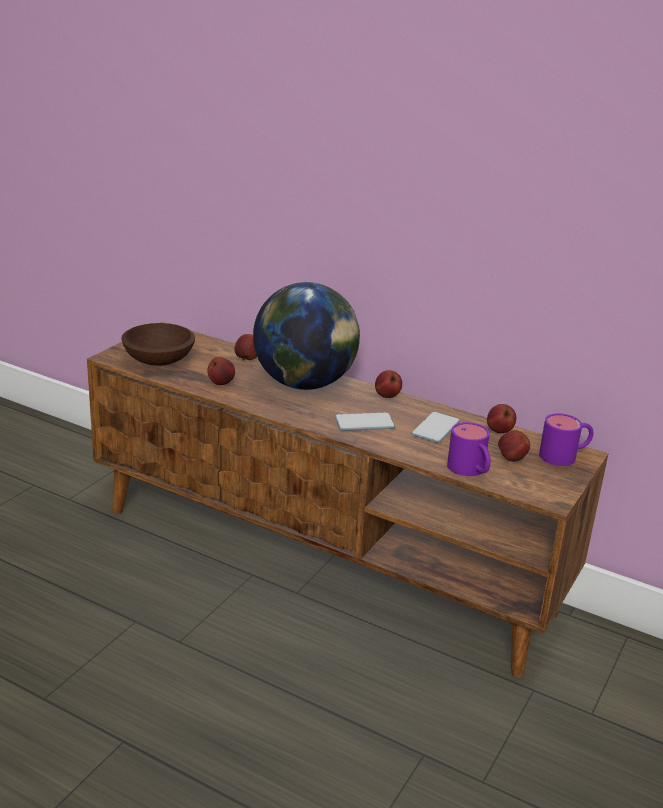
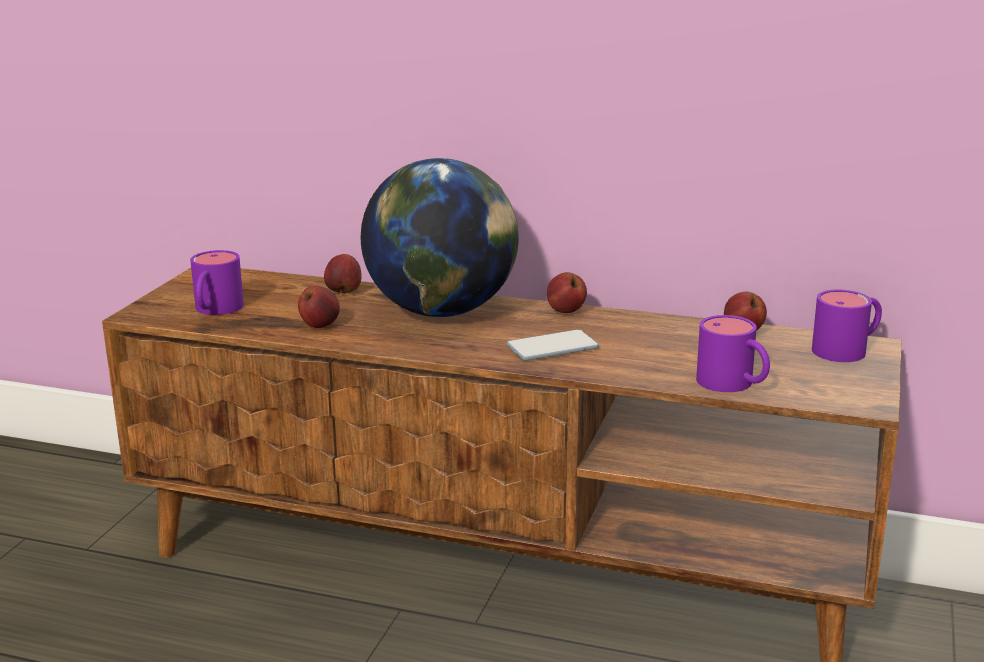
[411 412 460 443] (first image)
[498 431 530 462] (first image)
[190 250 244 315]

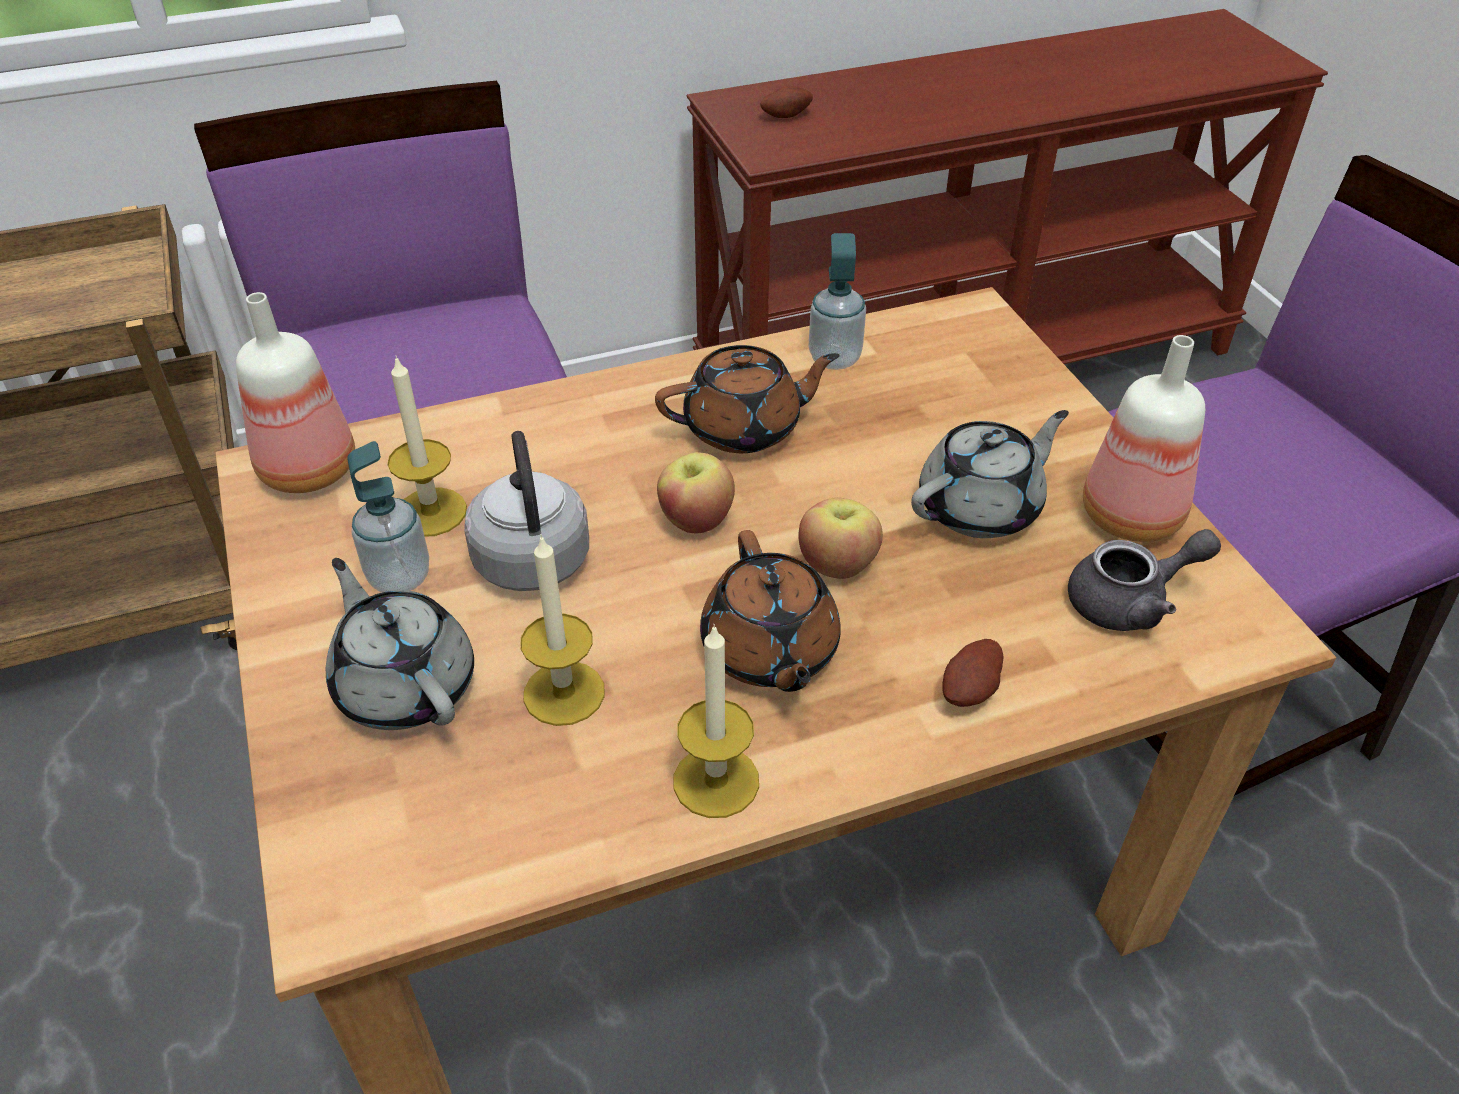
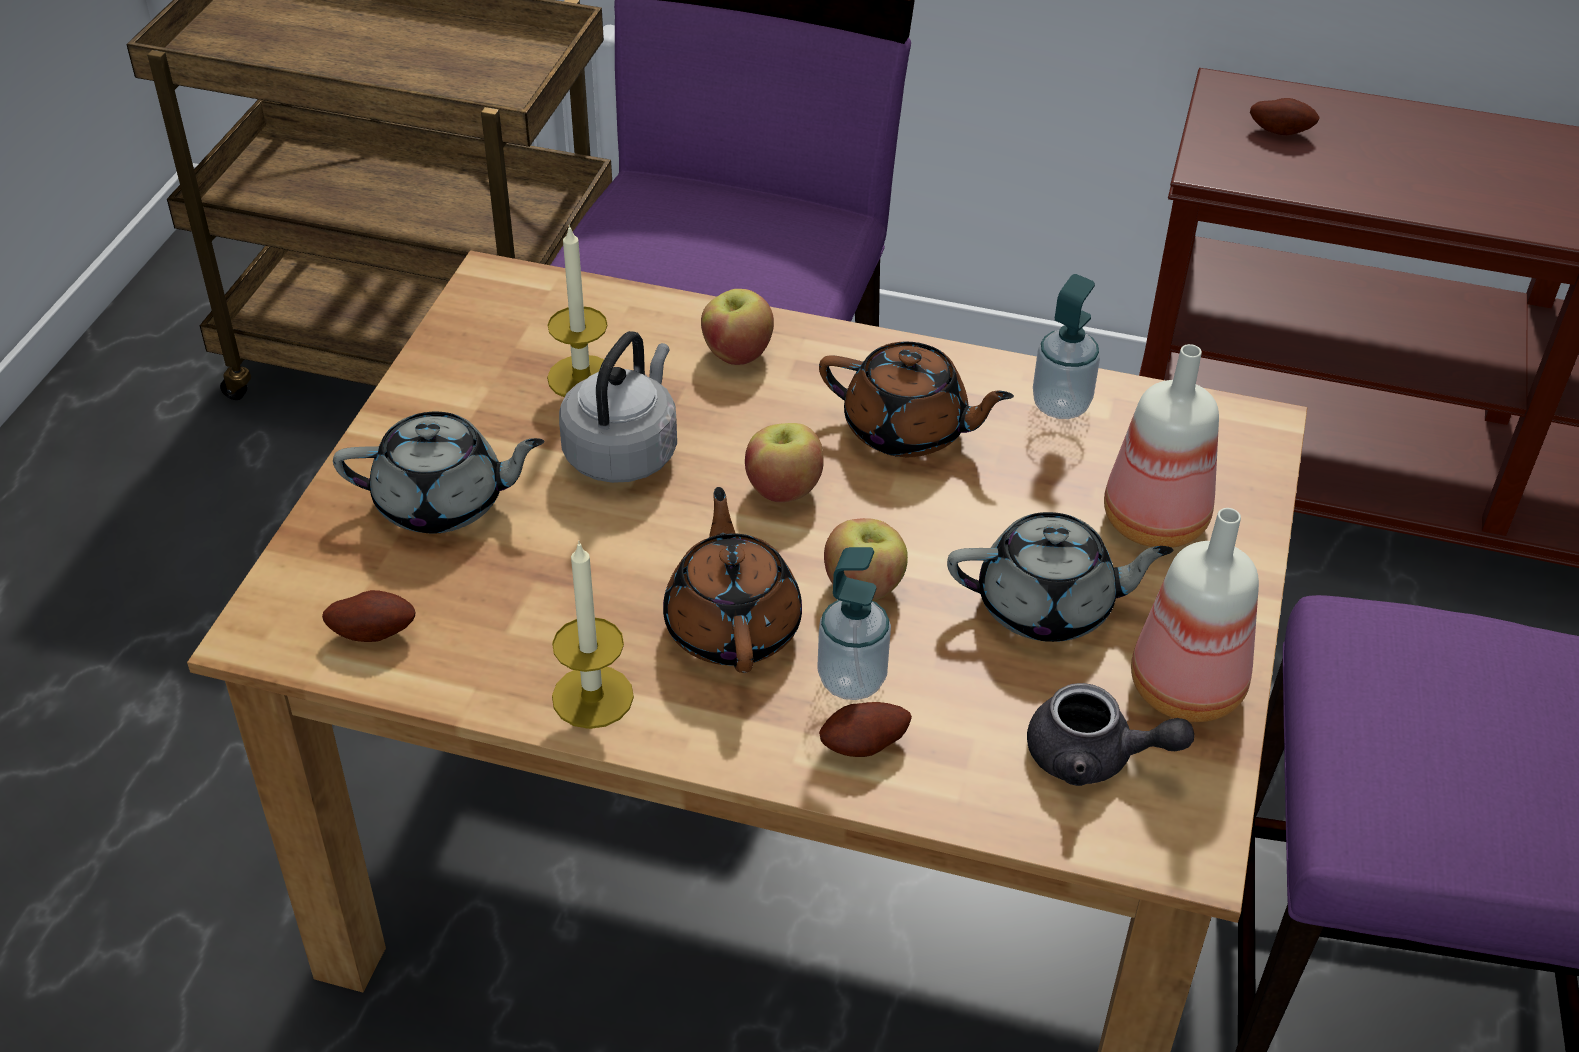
[520 535 605 726] (first image)
[322 590 415 642]
[701 289 774 365]
[1104 344 1219 548]
[817 547 891 700]
[333 412 544 534]
[663 487 802 673]

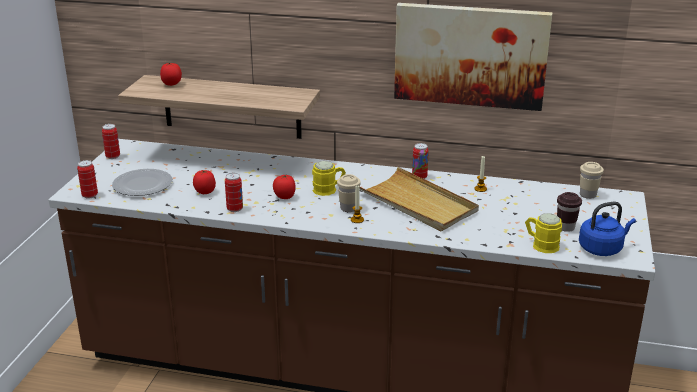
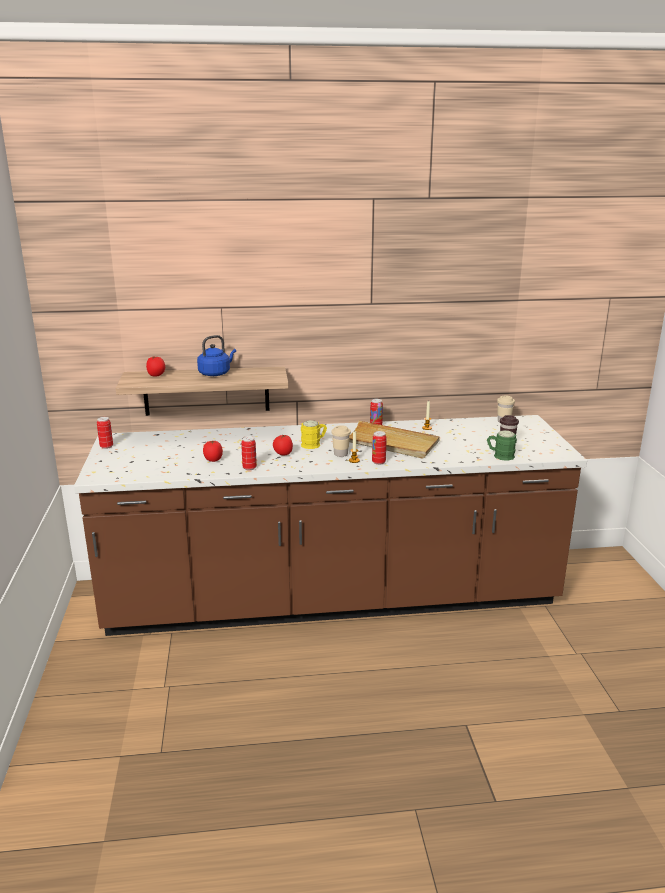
[112 169 172 196] (first image)
[394 3 552 111] (first image)
[372 431 387 465]
[197 335 236 376]
[487 430 517 461]

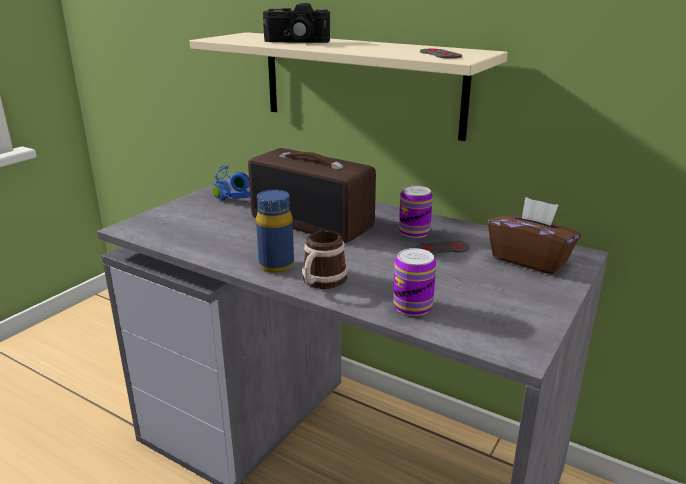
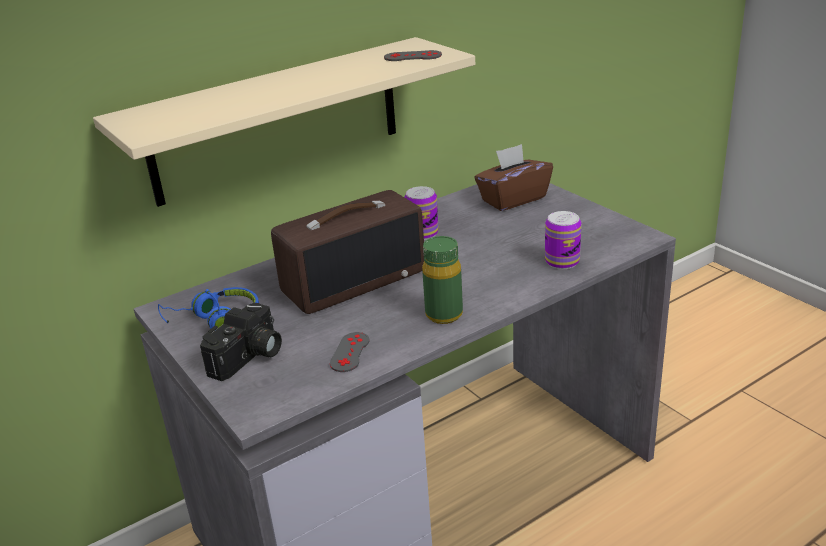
[302 231 348 289] (first image)
[200 303 282 381]
[330 332 370 372]
[422 236 463 324]

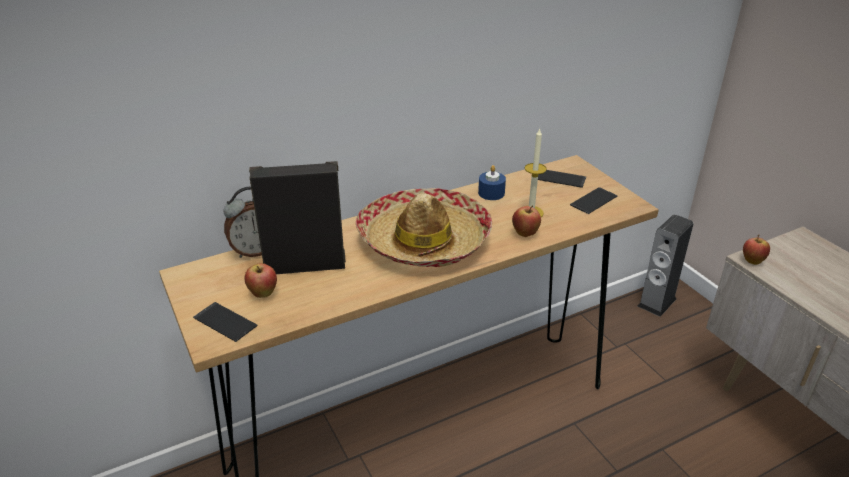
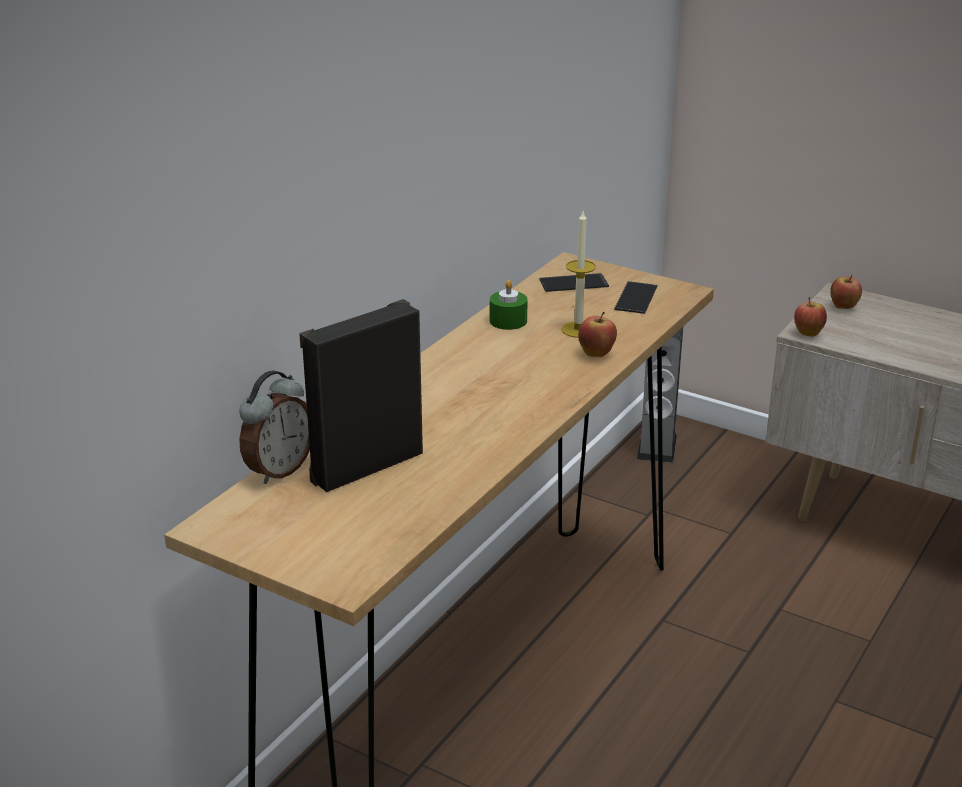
[193 302 258 342] (first image)
[356 188 492 267] (first image)
[830 275 862 309]
[490 280 528 330]

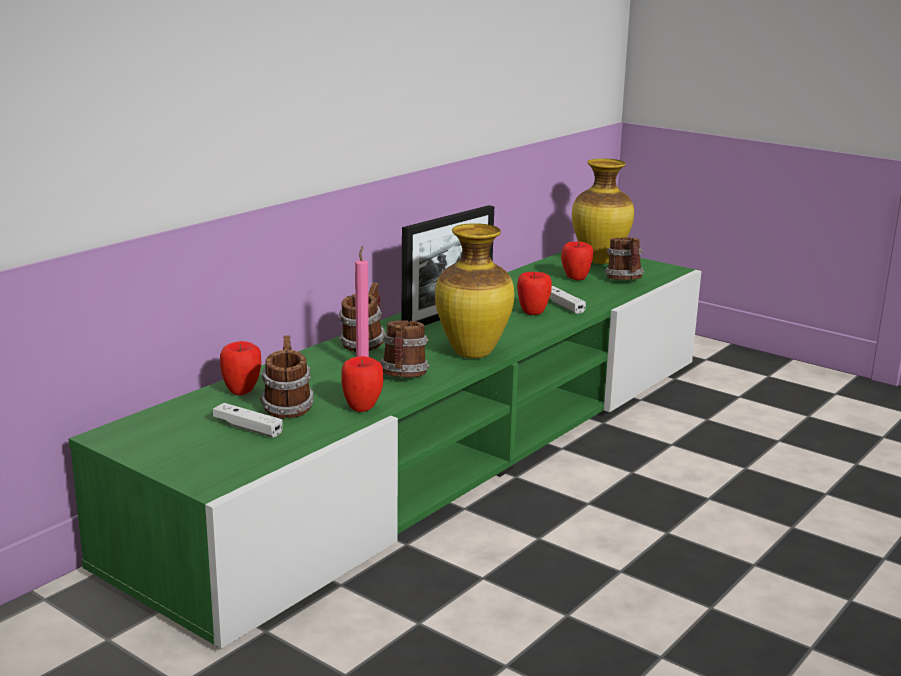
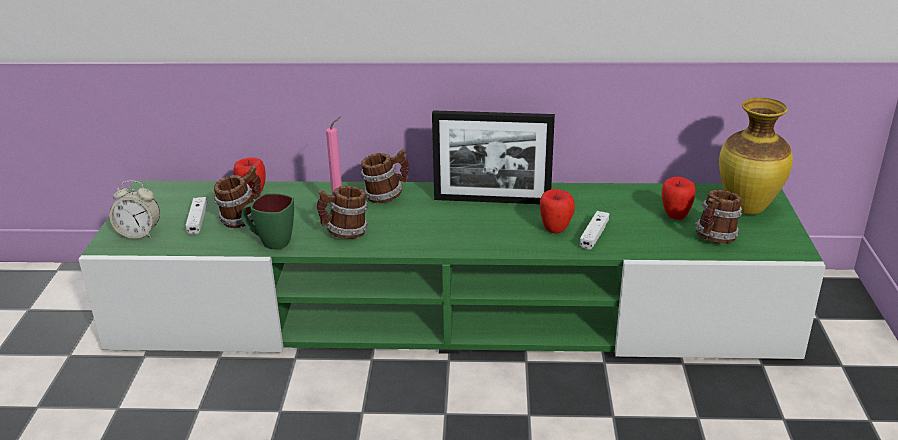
[435 223 514 358] (first image)
[109 180 160 239]
[241 193 294 249]

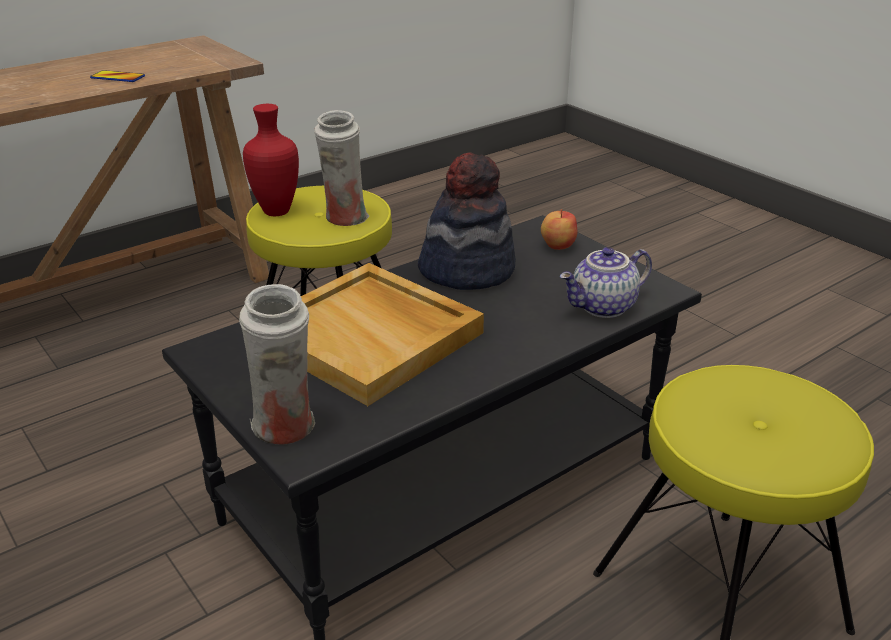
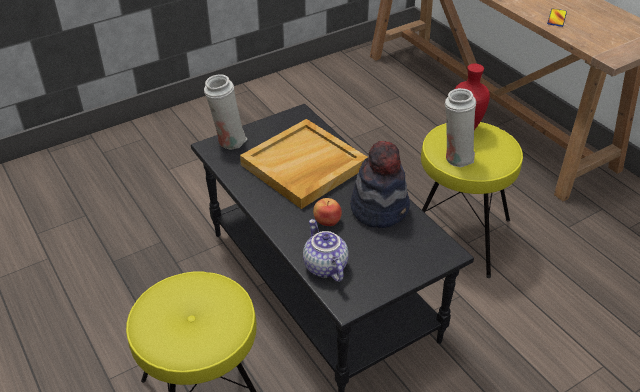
[313 198 342 226]

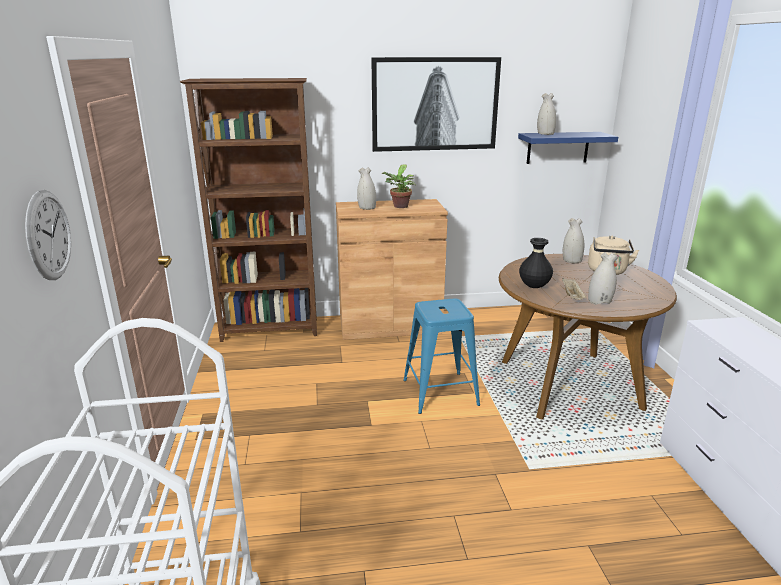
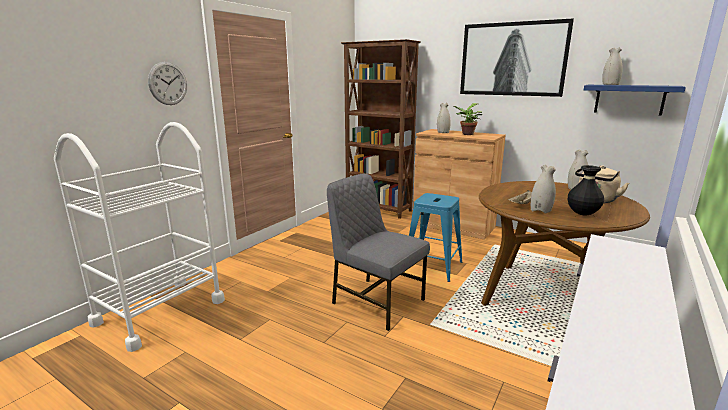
[327 174 430 331]
[568 165 604 216]

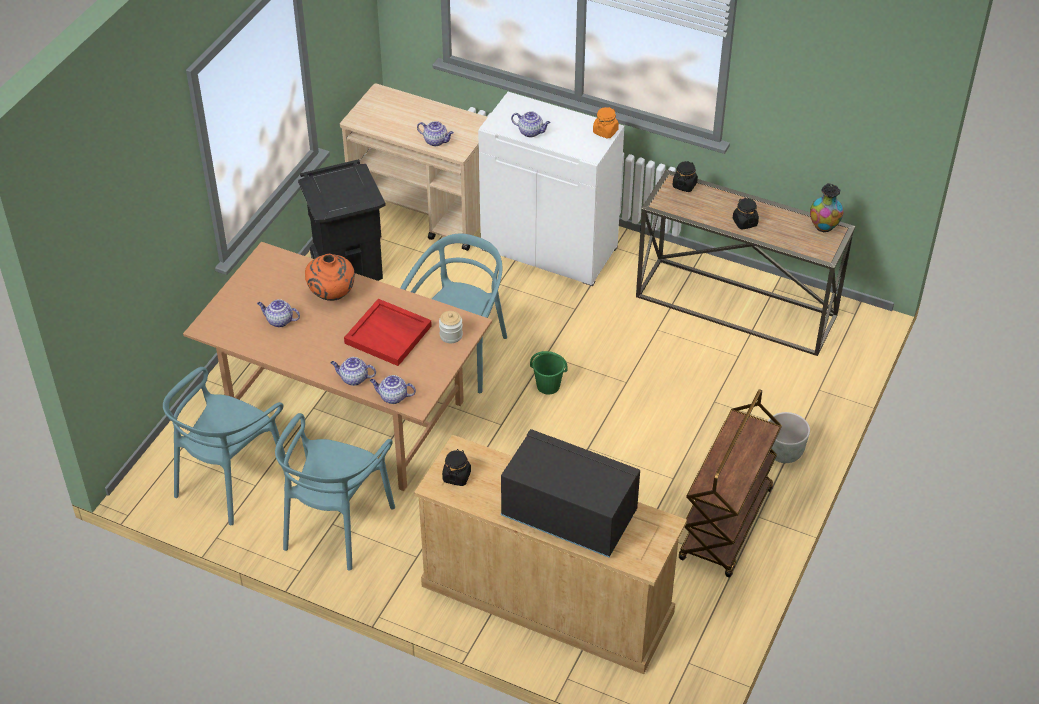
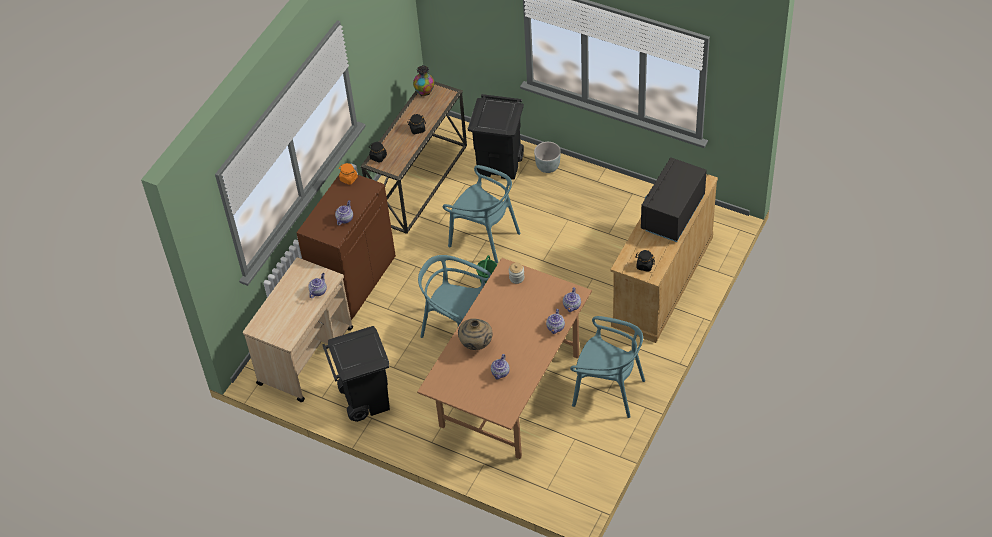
[344 299 432 366] (first image)
[679 389 782 578] (first image)
[468 94 524 180]
[442 165 520 263]
[458 318 493 350]
[296 174 396 320]

